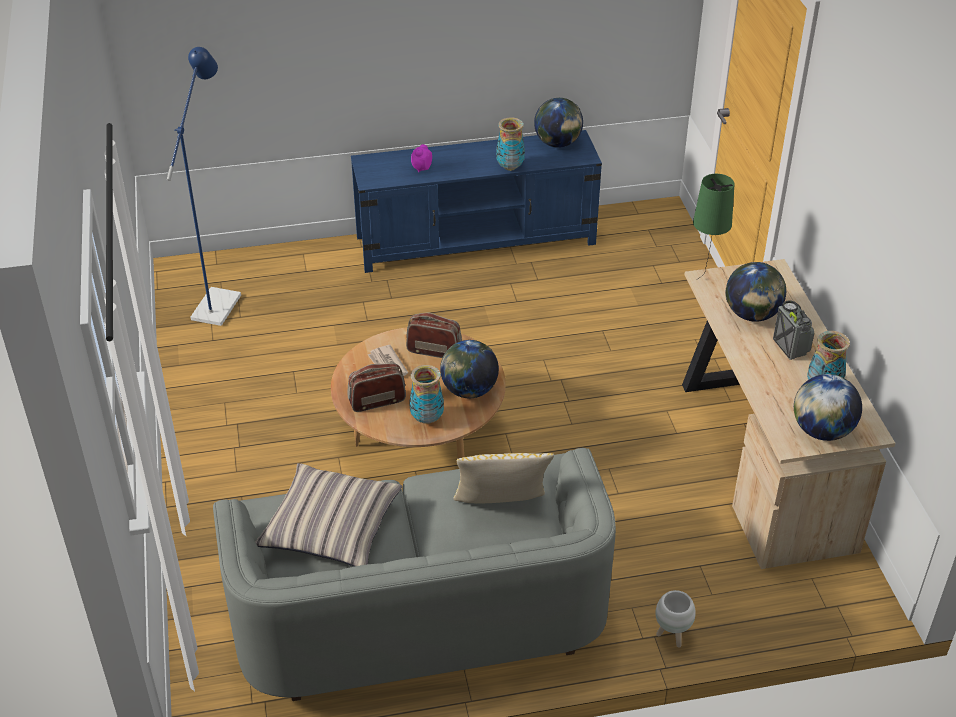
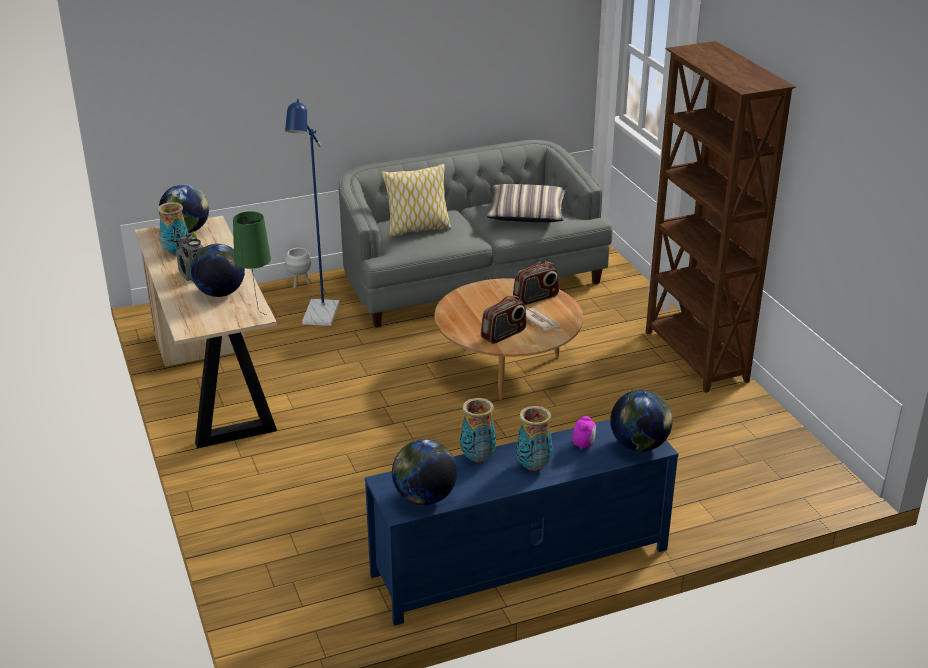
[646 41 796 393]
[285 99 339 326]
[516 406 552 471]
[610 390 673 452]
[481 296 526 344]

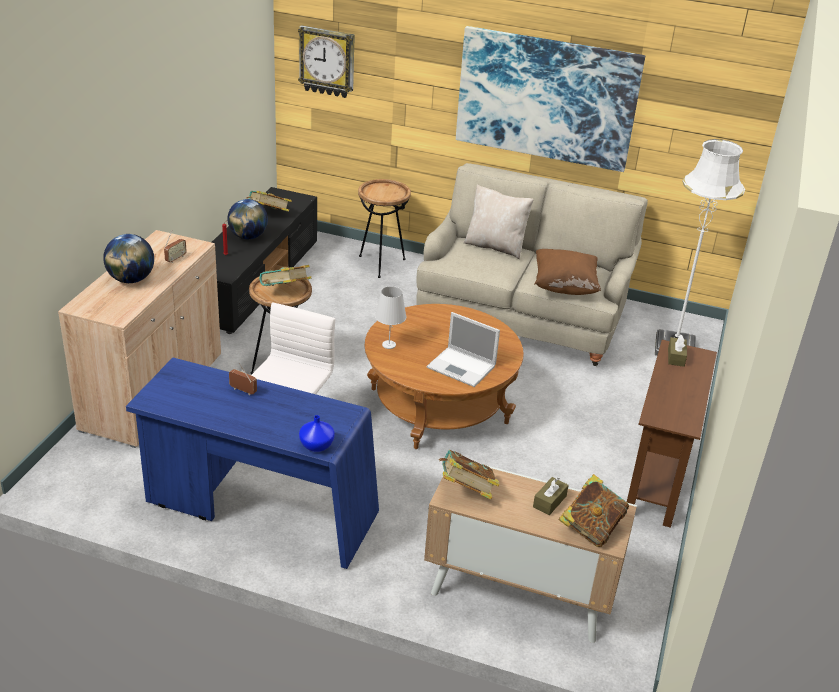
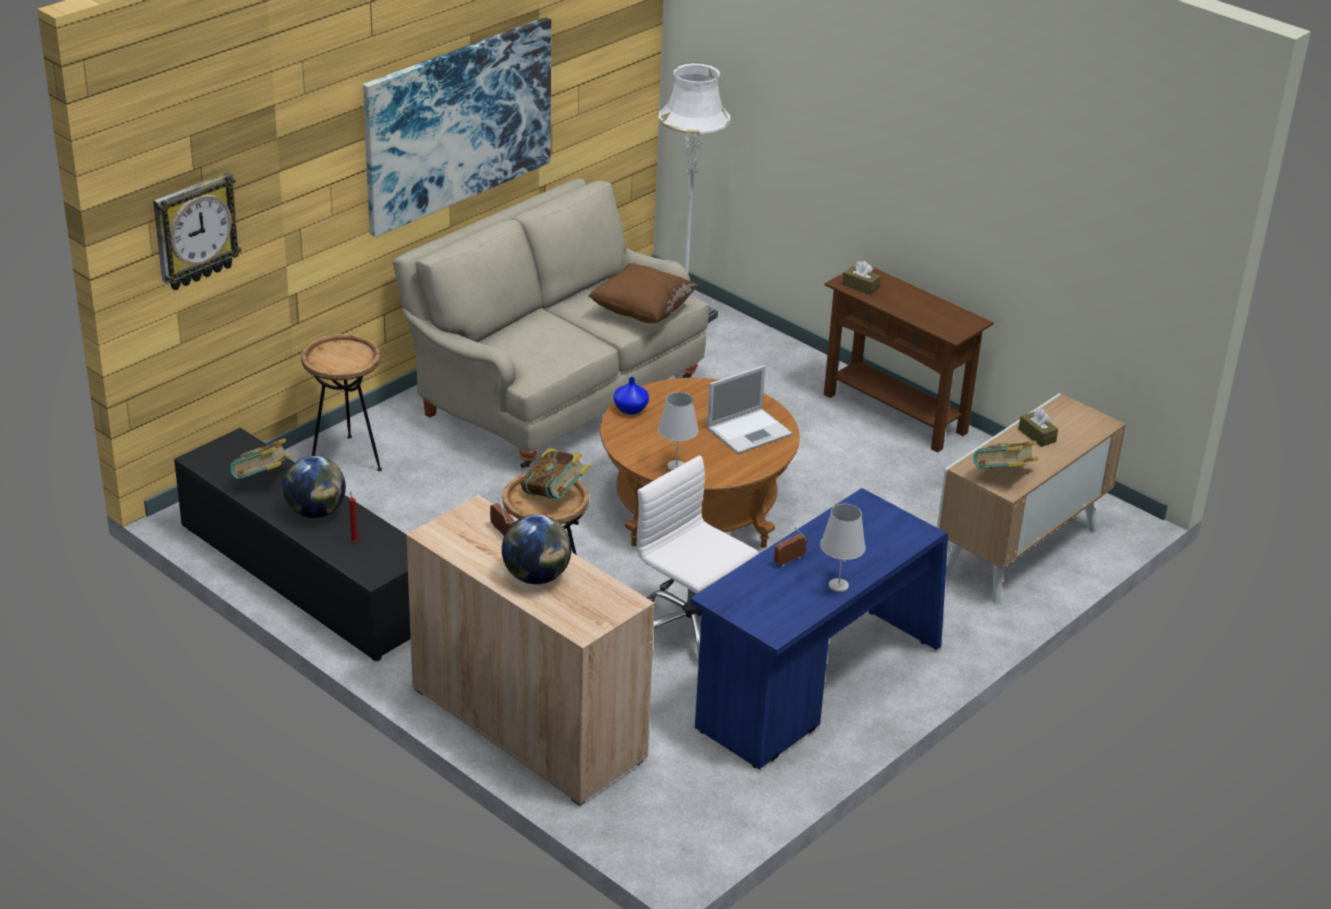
[464 185 534 259] (first image)
[558 474 629 547] (first image)
[820 504 866 592]
[614 377 649 415]

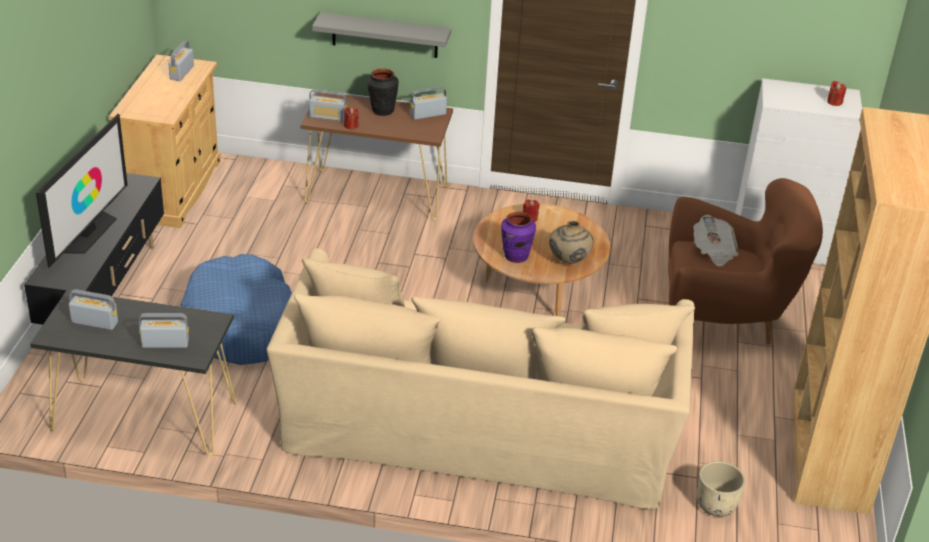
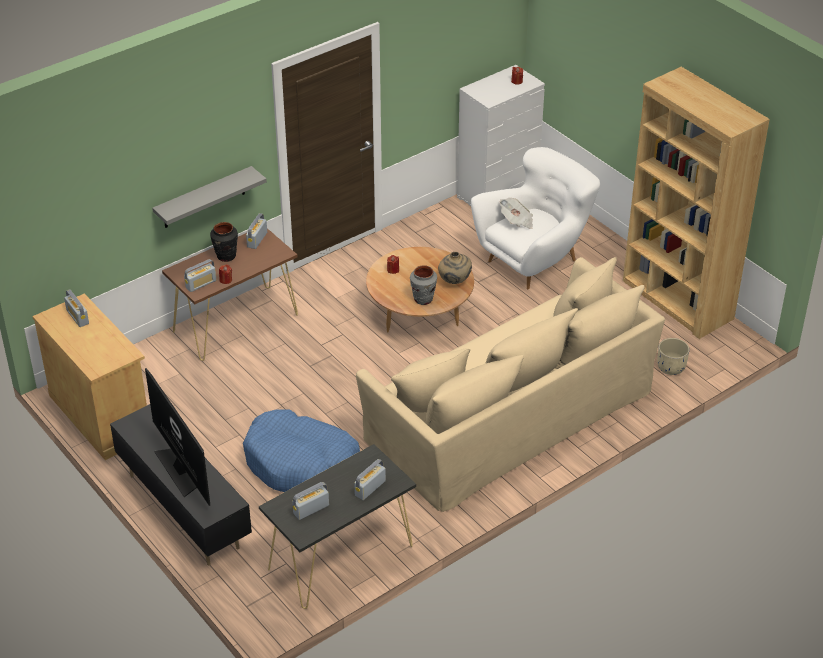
[410 265 437 305]
[471 147 600 289]

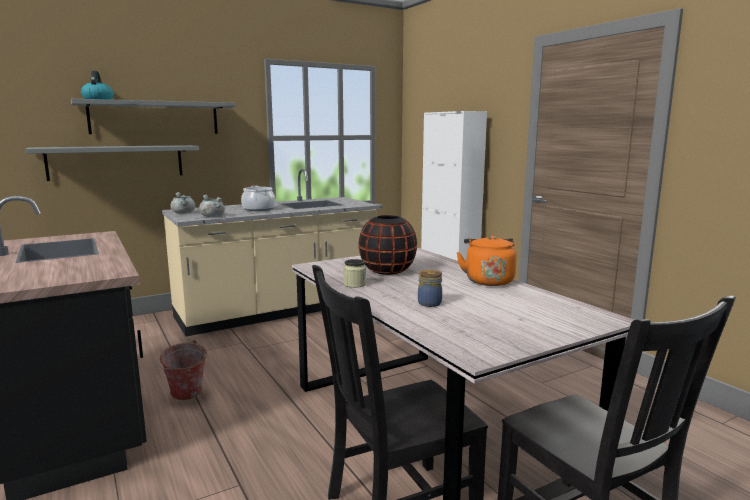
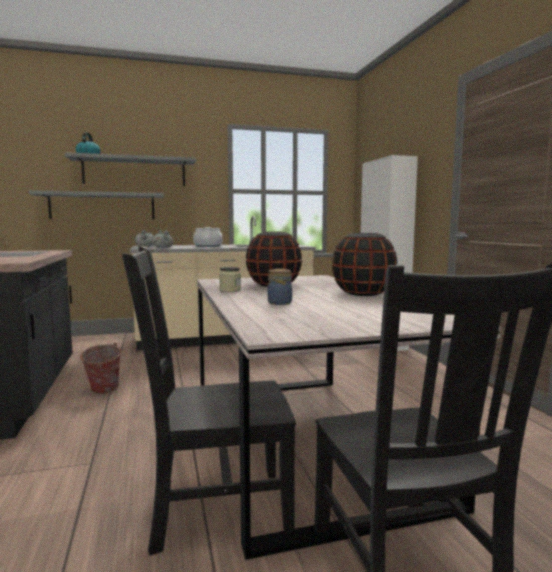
[332 233 397 296]

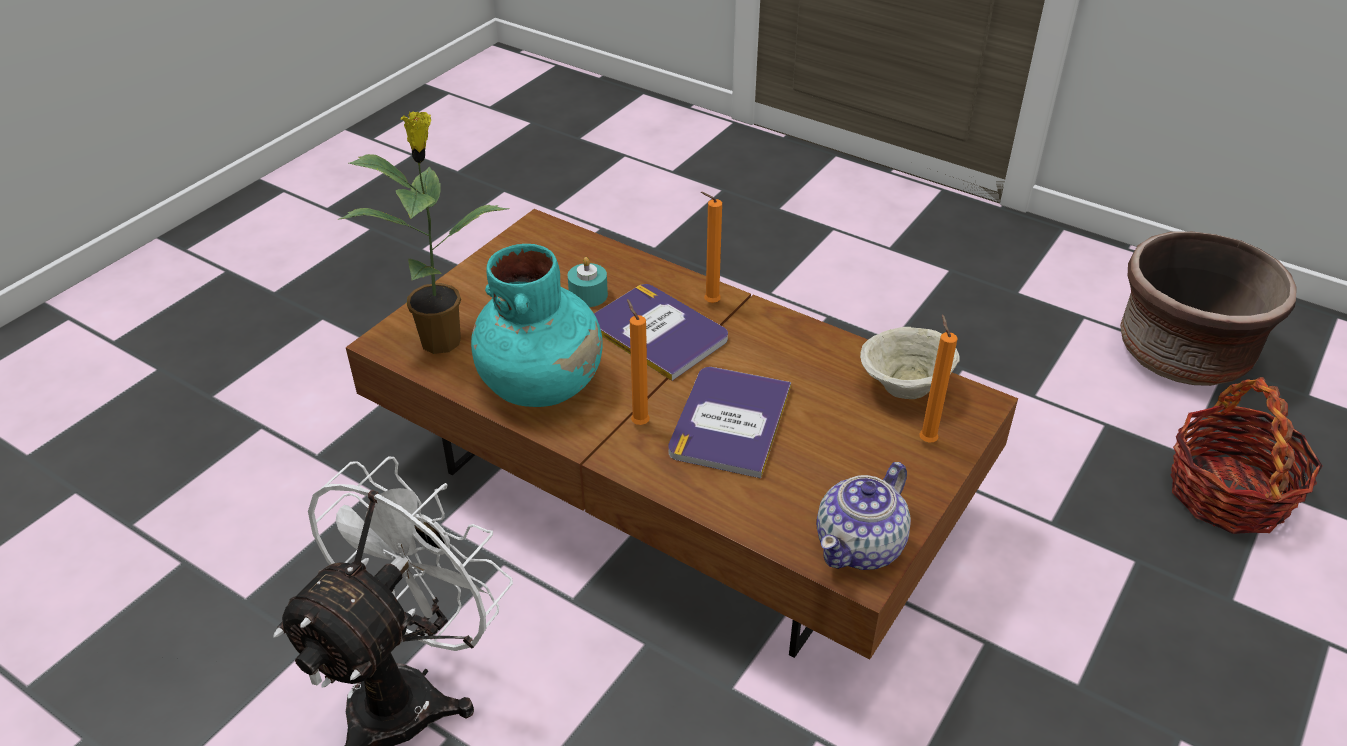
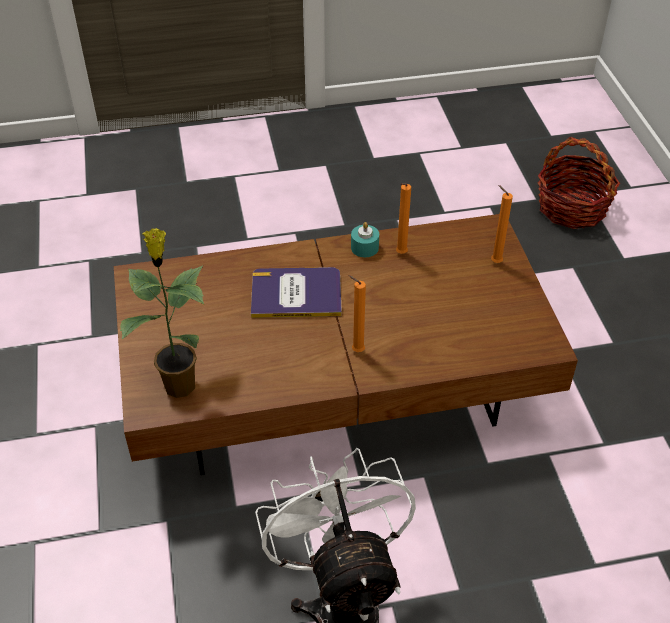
[471 244 603 407] (first image)
[668 367 791 478] (first image)
[816 462 911 570] (first image)
[860 327 960 399] (first image)
[1120 232 1297 386] (first image)
[351 222 379 257]
[396 183 411 254]

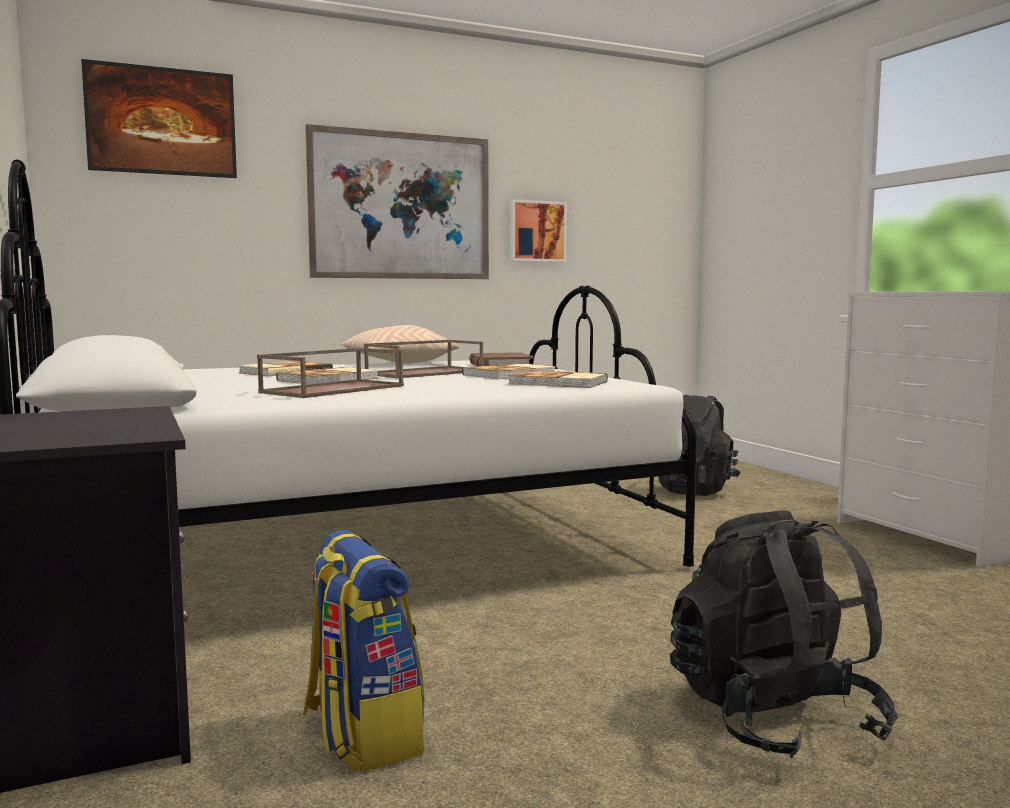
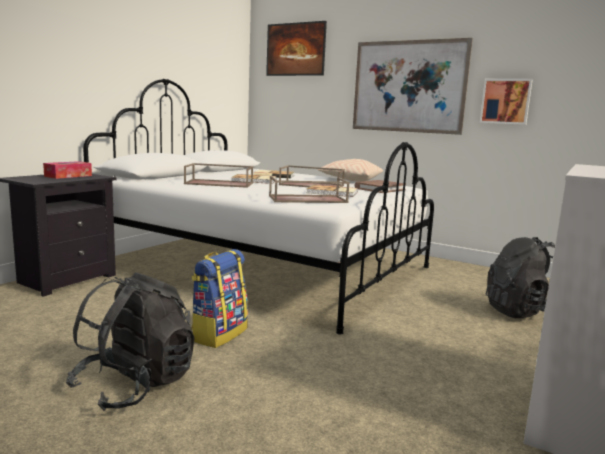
[43 161 92 179]
[191 249 248 348]
[269 176 350 203]

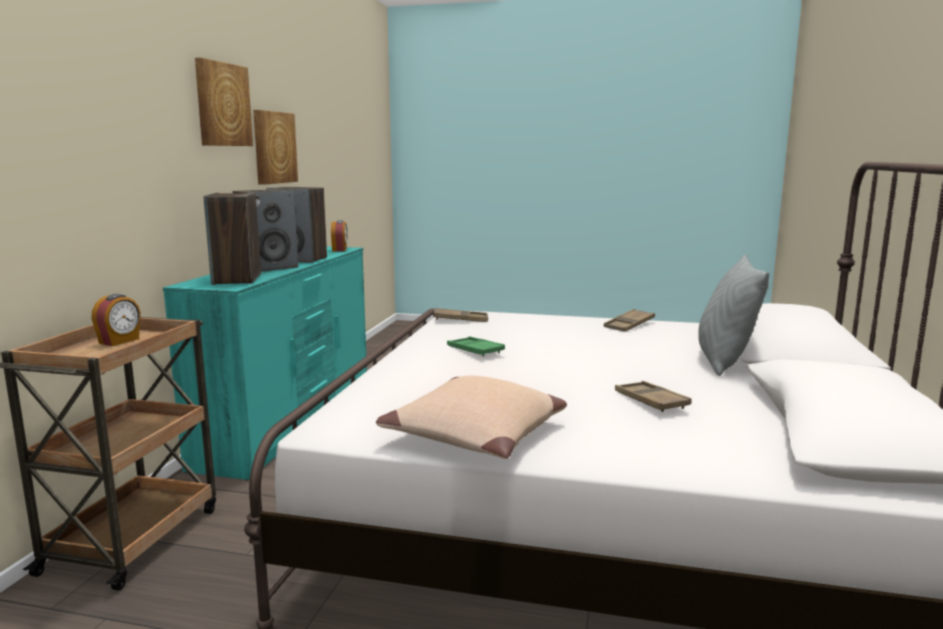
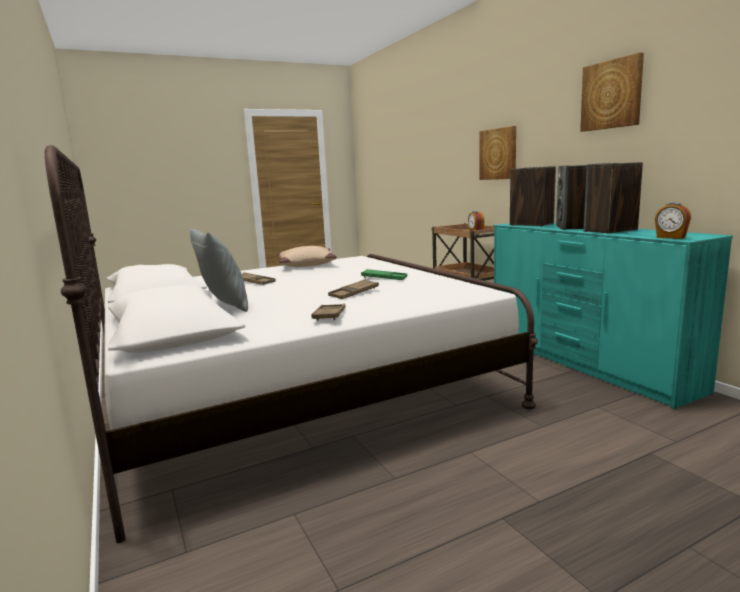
[479 126 516 180]
[328 279 379 299]

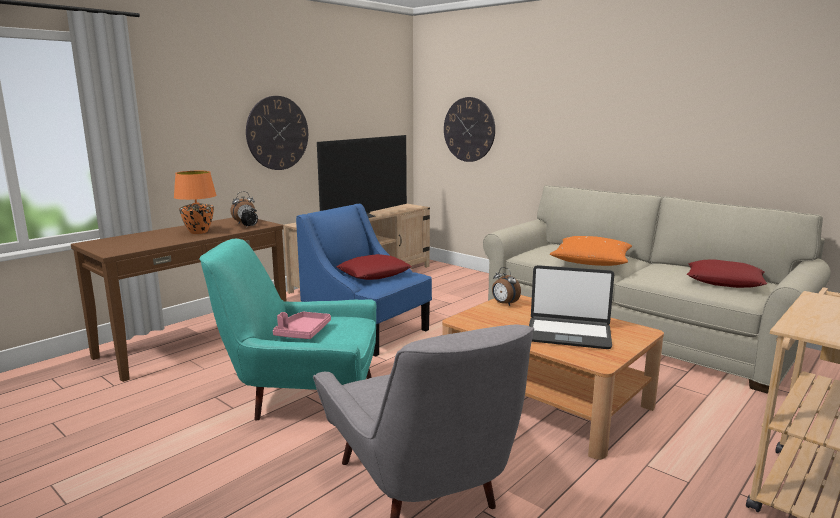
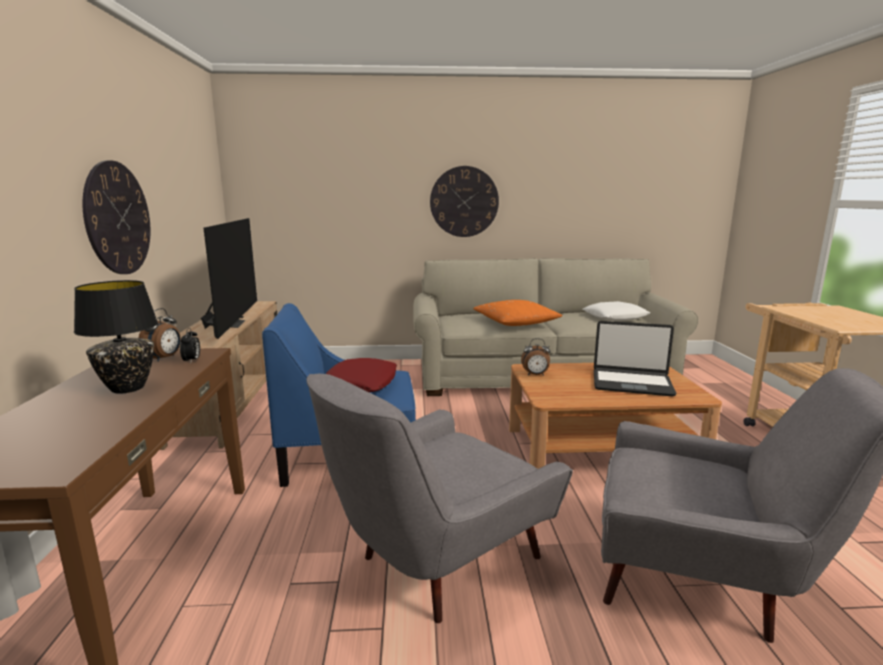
[273 312 331 339] (first image)
[430 166 499 237]
[74 280 158 394]
[306 374 573 623]
[583 301 650 321]
[594 321 676 396]

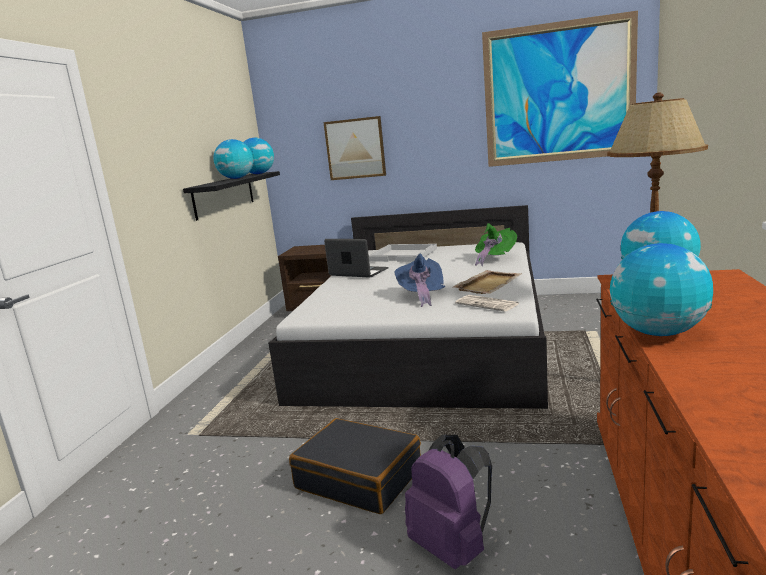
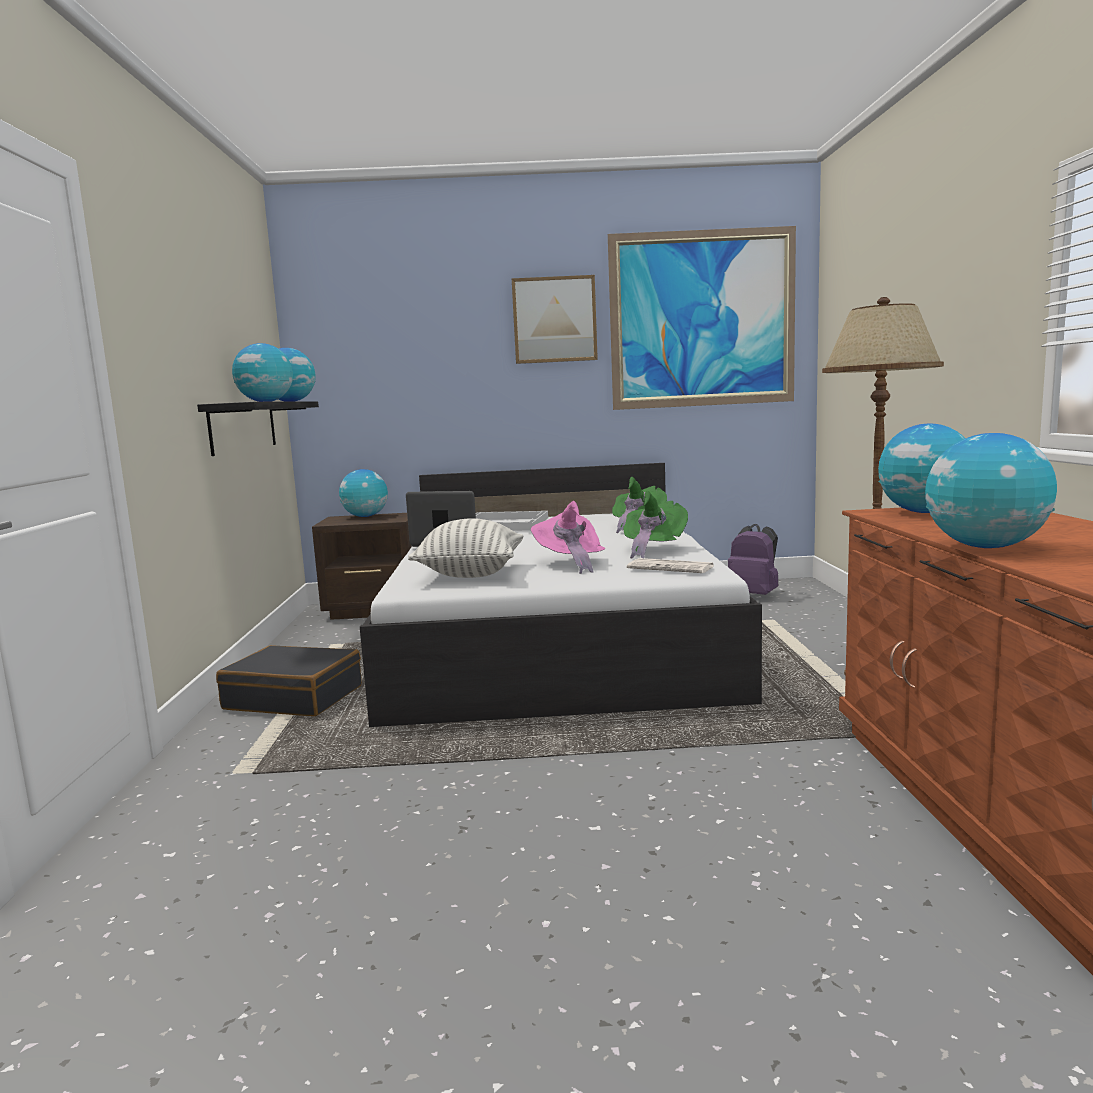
[339 469 388 517]
[408 518 523 578]
[216 645 362 716]
[512 275 598 364]
[728 524 778 595]
[623 491 688 558]
[531 501 606 574]

